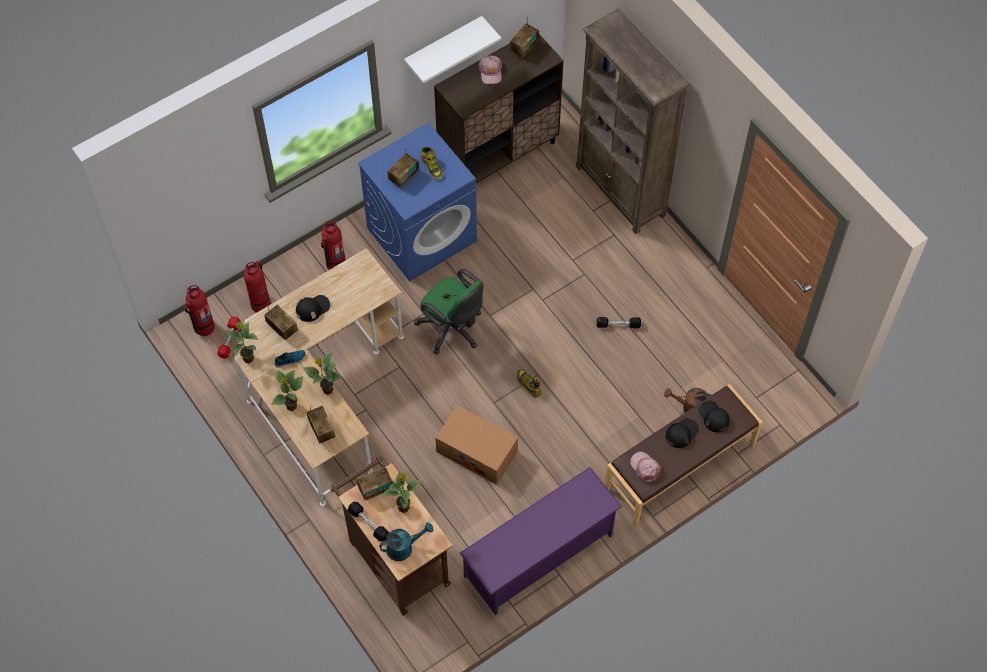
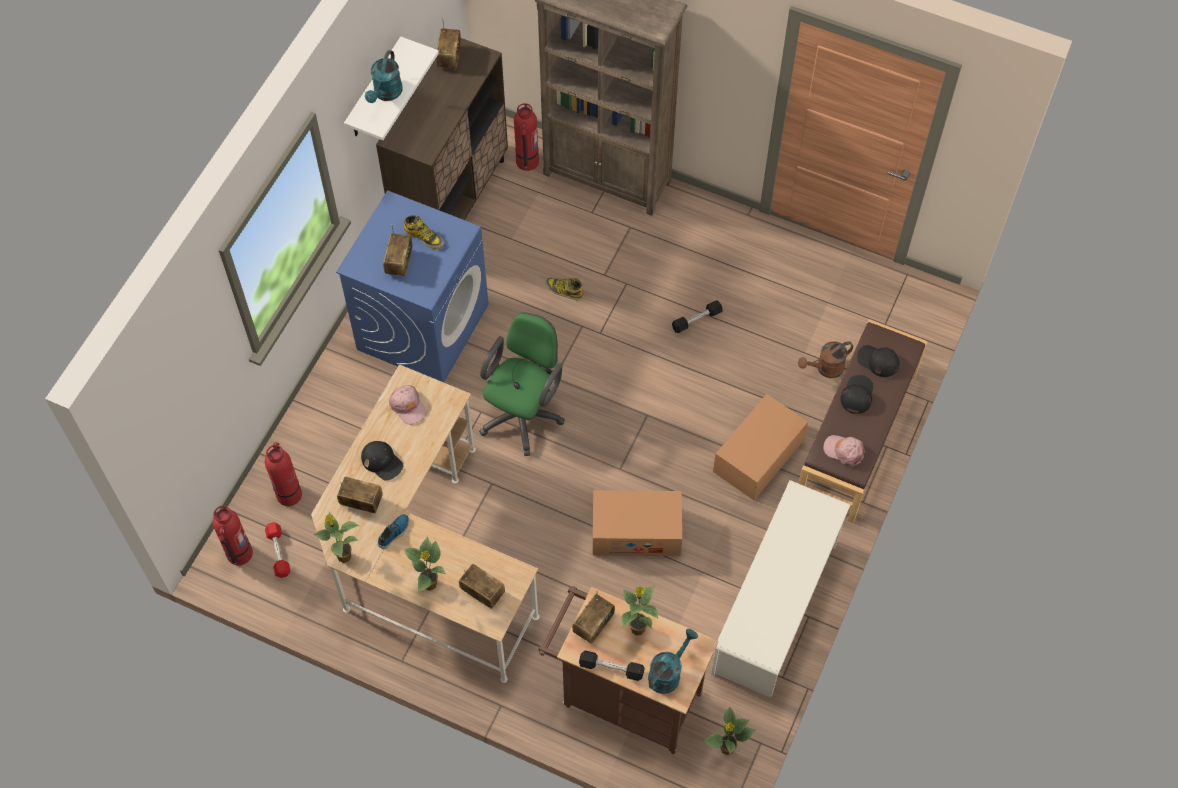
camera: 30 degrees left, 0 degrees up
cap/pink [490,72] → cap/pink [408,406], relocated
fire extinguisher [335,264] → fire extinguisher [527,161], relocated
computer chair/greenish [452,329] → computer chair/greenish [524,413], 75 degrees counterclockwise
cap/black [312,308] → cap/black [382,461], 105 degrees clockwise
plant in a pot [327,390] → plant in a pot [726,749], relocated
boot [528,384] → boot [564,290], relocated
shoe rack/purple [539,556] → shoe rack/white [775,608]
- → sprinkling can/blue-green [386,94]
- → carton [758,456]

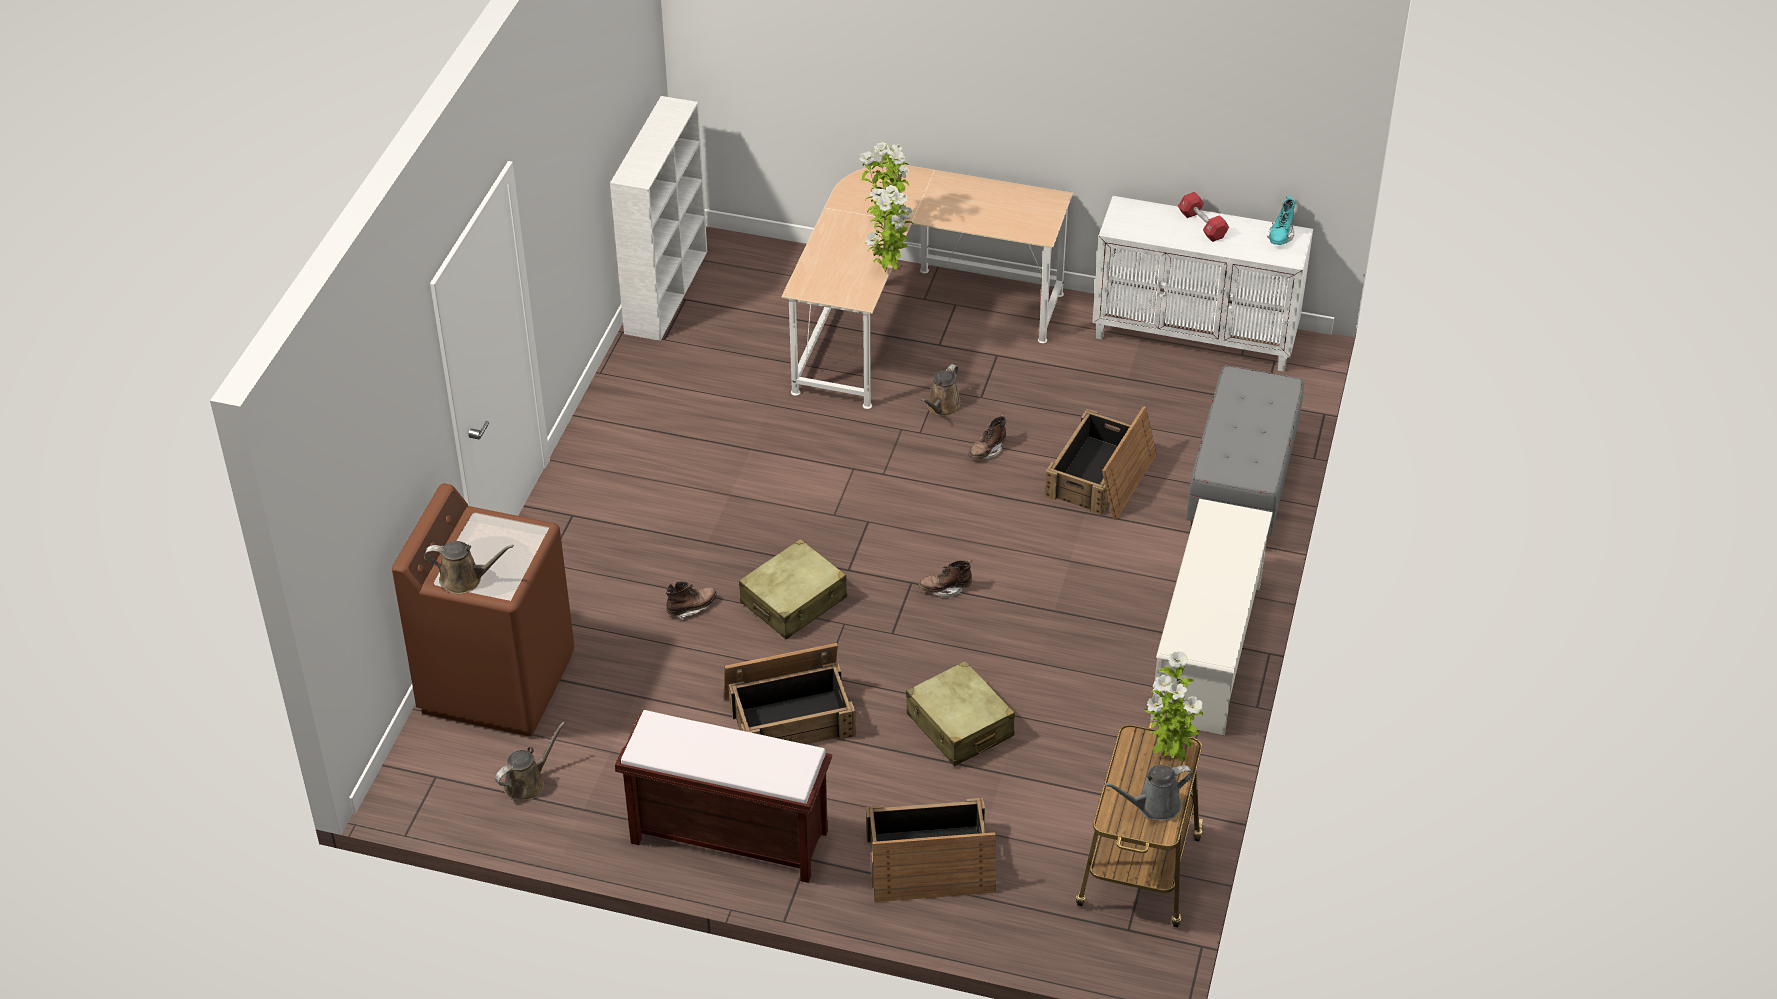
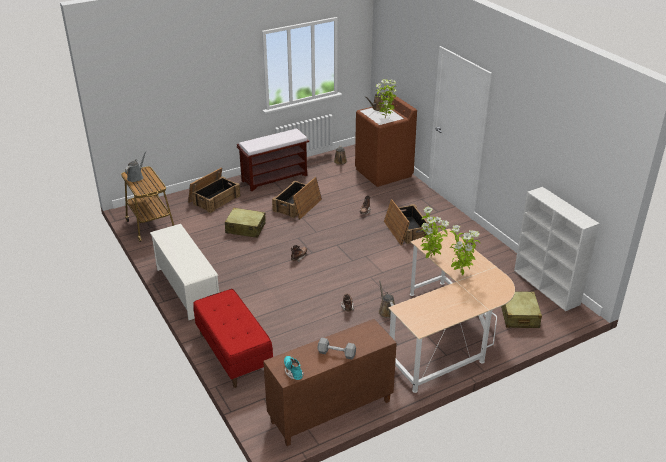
camera: 135 degrees right, 10 degrees down
free weight/reddish [1202,225] → free weight/greyish [336,353]
storage cabinet/white [1196,336] → storage cabinet/brownish [330,412]
indoor bench/greyish [1241,488] → indoor bench/reddish [233,353]
crate [1101,477] → crate [406,230], relocated
suitcase/beige [794,601] → suitcase/beige [519,316], relocated
plant in a pot [1169,755] → plant in a pot [385,118], relocated

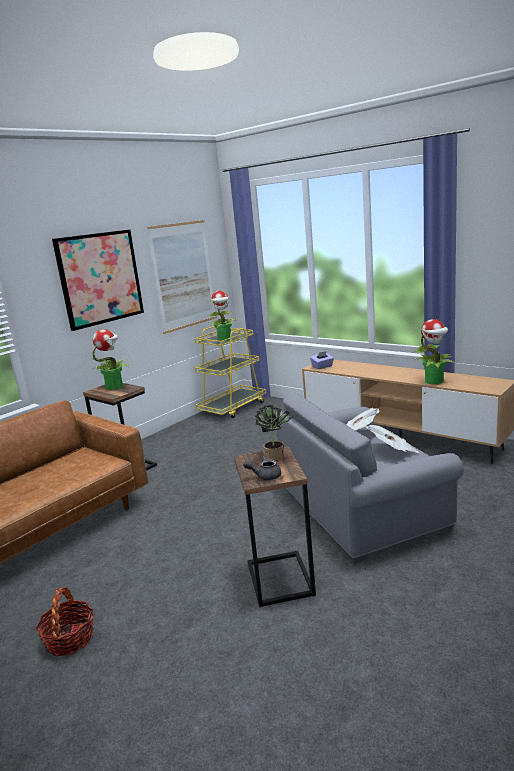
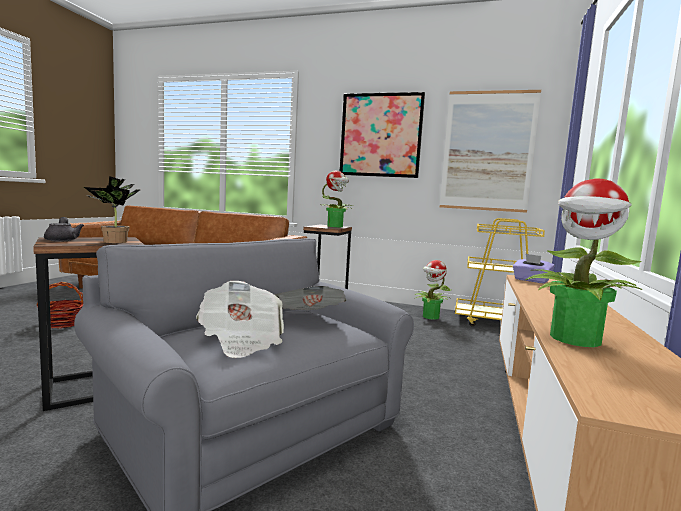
camera: 65 degrees right, 10 degrees down
plant in a pot [225,339] → plant in a pot [430,317], relocated

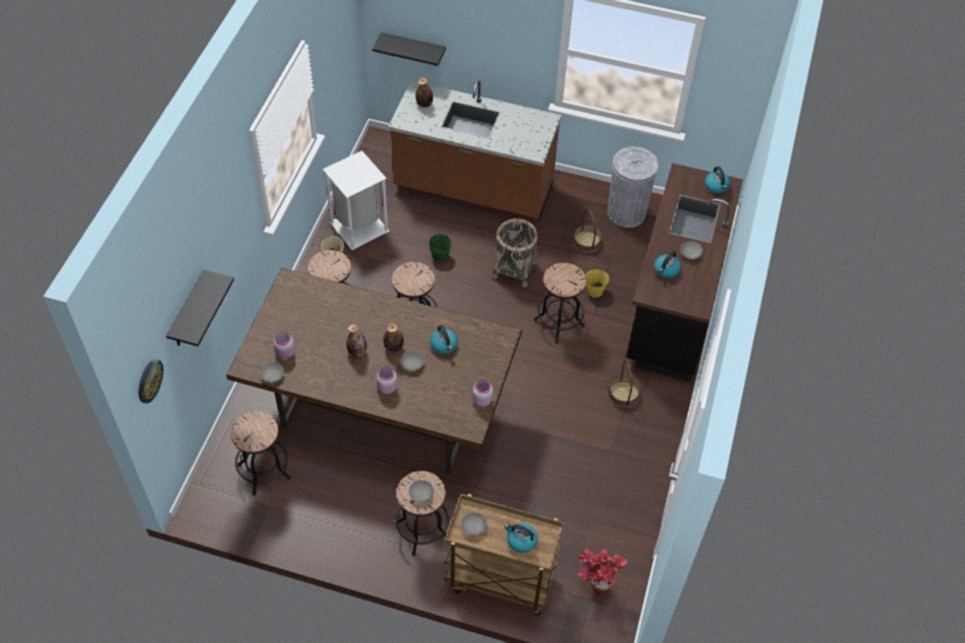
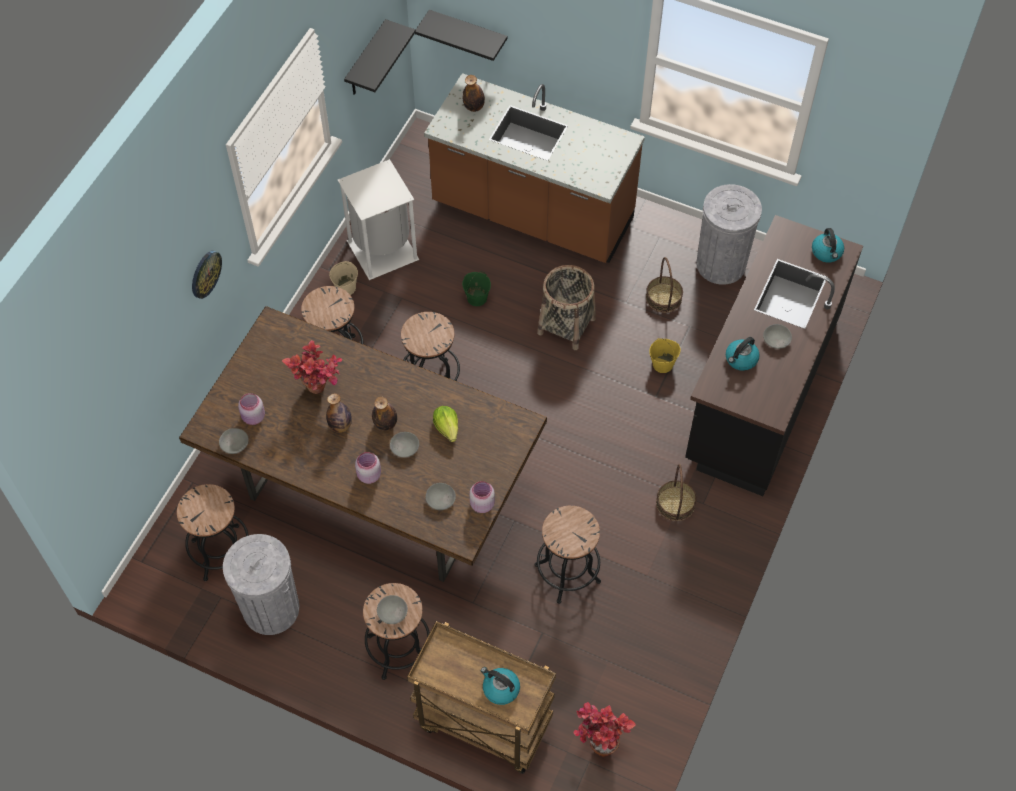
camera: 10 degrees right, 5 degrees up
sitting stool/black [559,323] → sitting stool/black [567,573], relocated
wall shelf/black [188,312] → wall shelf/black [366,61], relocated
kettle [444,345] → lettuce [447,428]
hanging clock [149,380] → hanging clock [205,274], relocated
deep dish/greyish [474,527] → deep dish/greyish [441,500], relocated
- → plant in a pot [320,392]
- → rubbish bin/greyish [271,608]

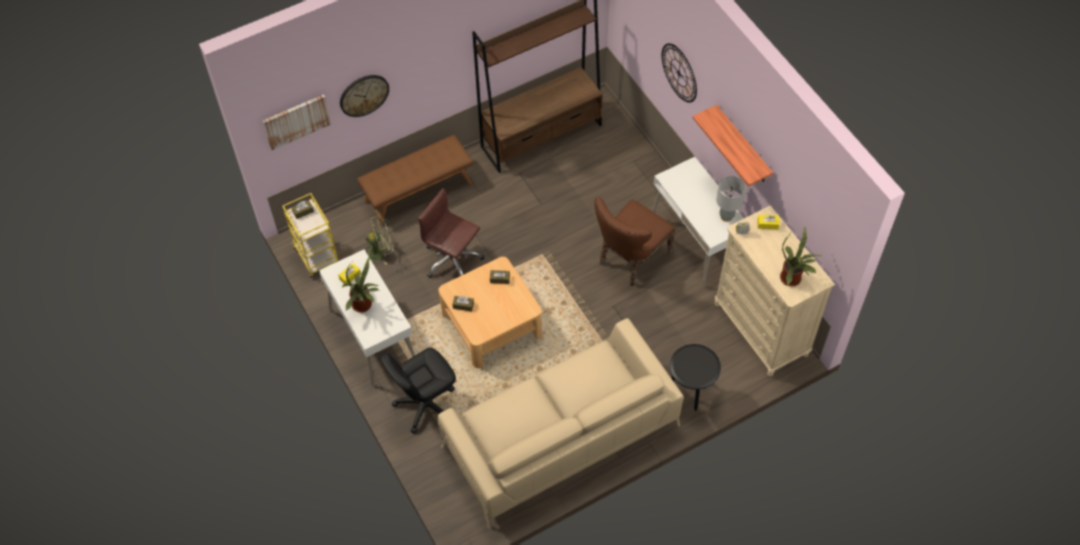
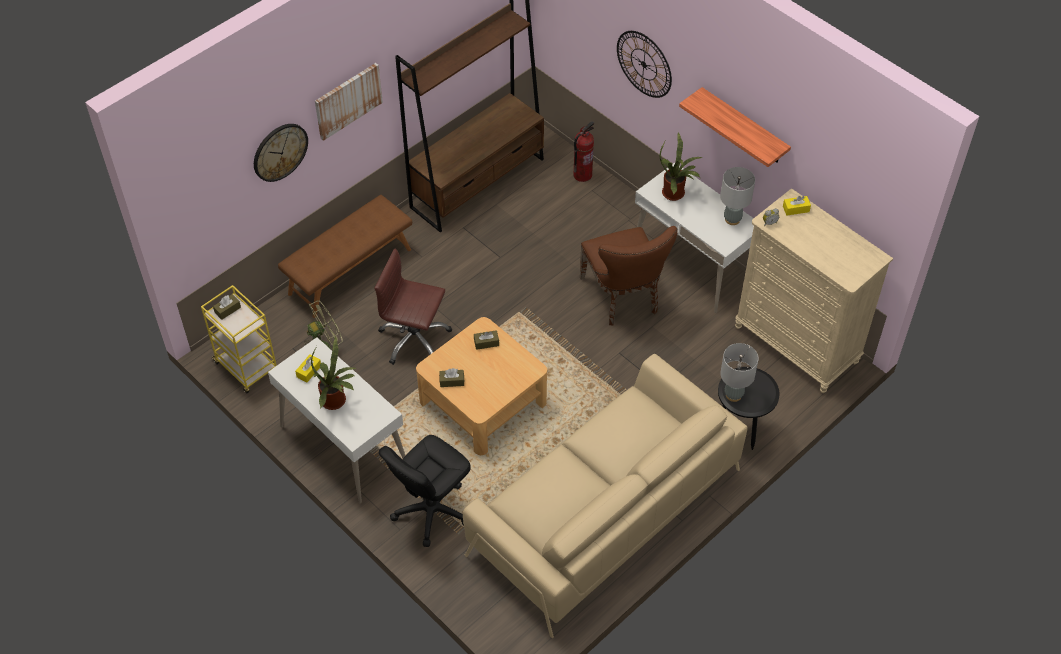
camera: 15 degrees left, 5 degrees down
wall art [296,121] → wall art [348,100], relocated
upright chair/brownish [630,259] → upright chair/brownish [623,298], 45 degrees counterclockwise
plant in a pot [792,279] → plant in a pot [675,193], relocated
- → fire extinguisher [582,175]
- → table lamp/greyish [733,395]

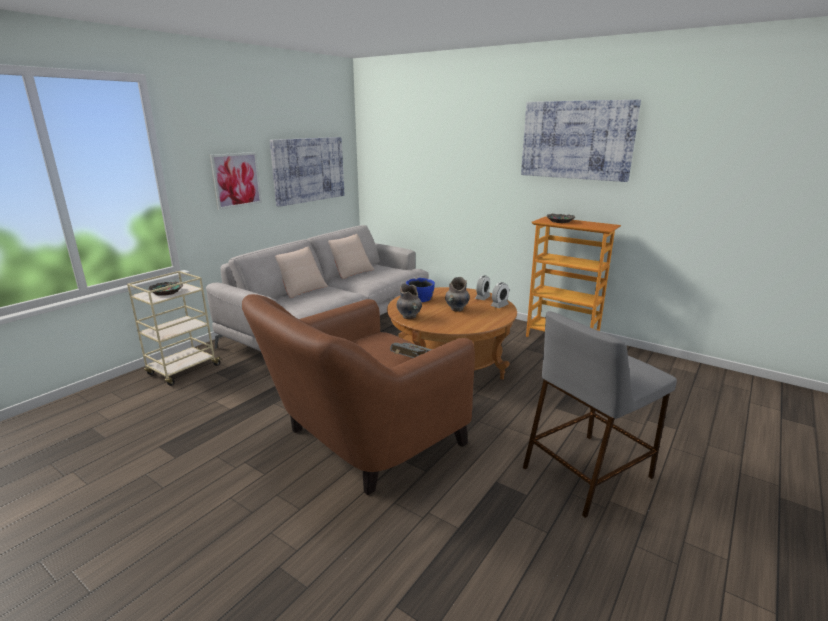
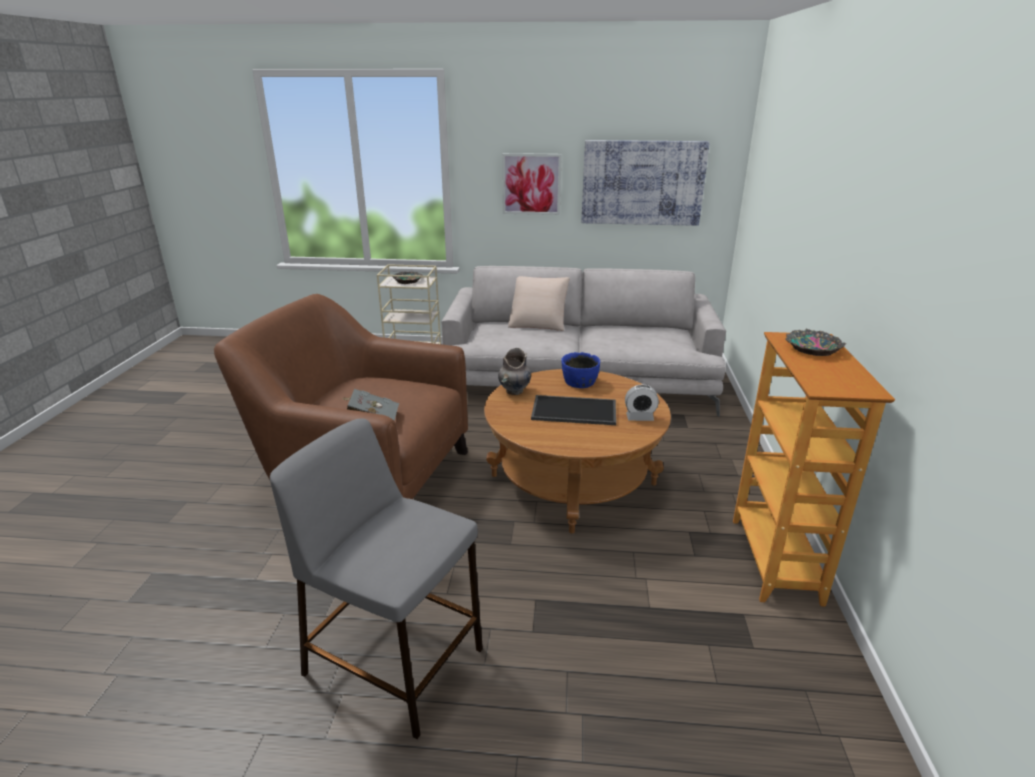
camera: 60 degrees right, 5 degrees up
wall art [577,140] → -
throw pillow/beige [350,272] → -
decorative vase/greyish [456,309] → carrying tray [573,411]
bedside clock [499,305] → -

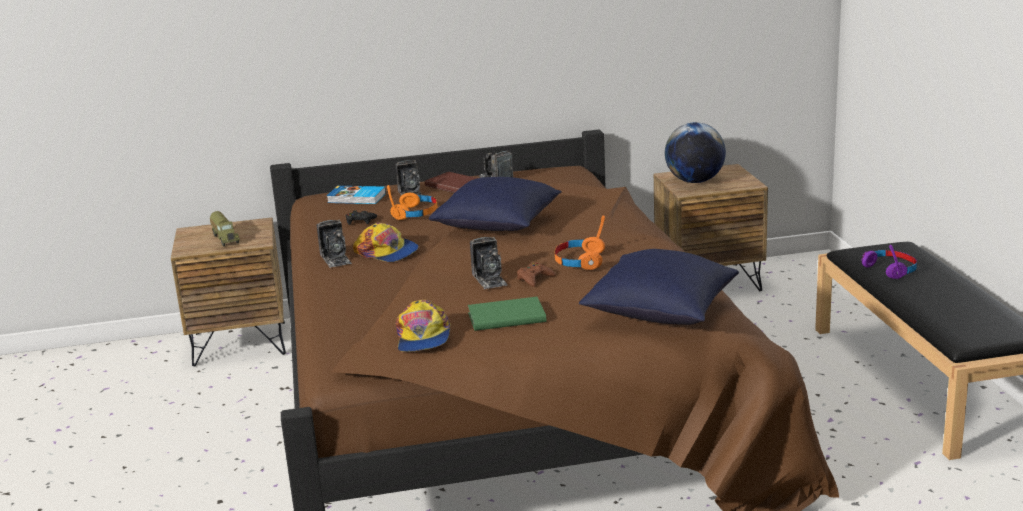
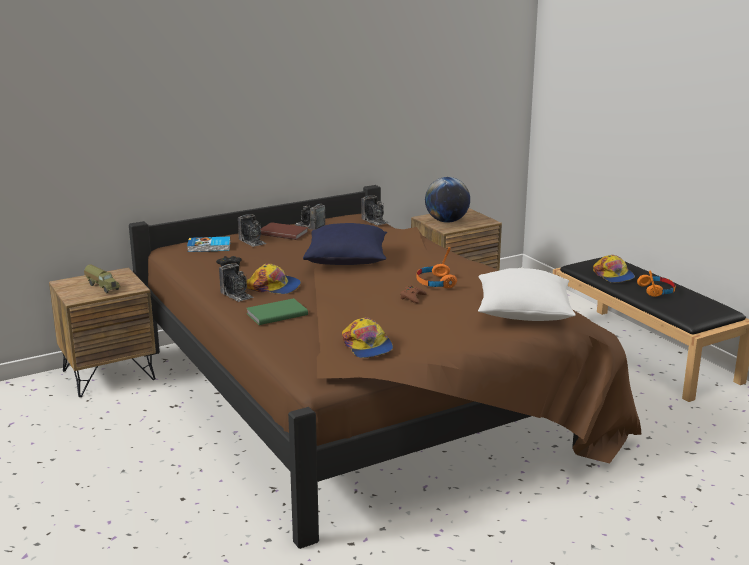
camera: 20 degrees left, 0 degrees up
headset/orange [415,213] → headset/orange [656,290], relocated
still camera [489,279] → still camera [375,221], relocated
headset/purple [890,269] → cap [613,276]
throw pillow/bluish [660,312] → throw pillow/white [523,314]
bound book/greenish [505,316] → bound book/greenish [275,314], relocated

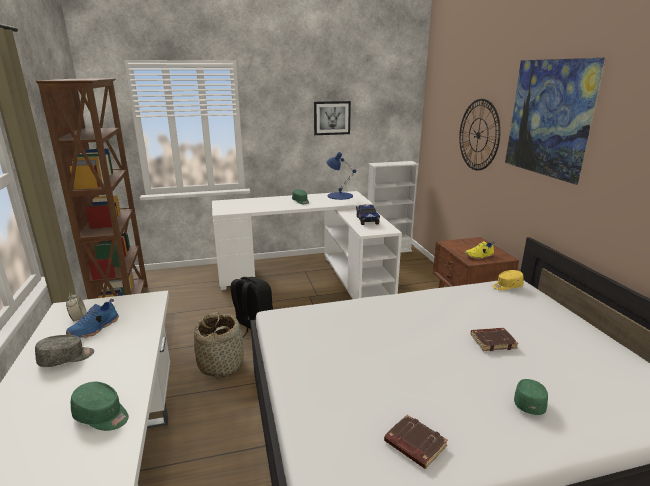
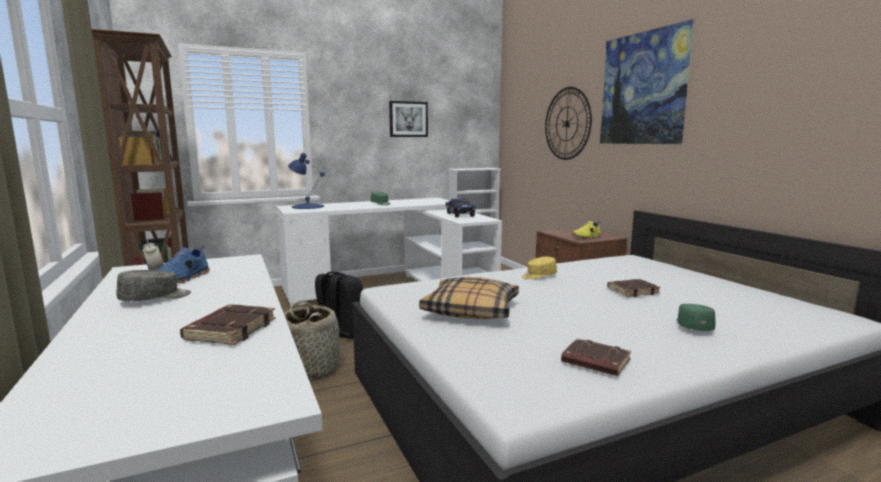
camera: 10 degrees left, 10 degrees down
table lamp/bluish [340,196] → table lamp/bluish [307,206], relocated
cap/yellow-coloured [507,286] → cap/yellow-coloured [538,276], relocated
cap/greenish [102,416] → bound book/brownish [230,330]
- → throw pillow [470,310]

